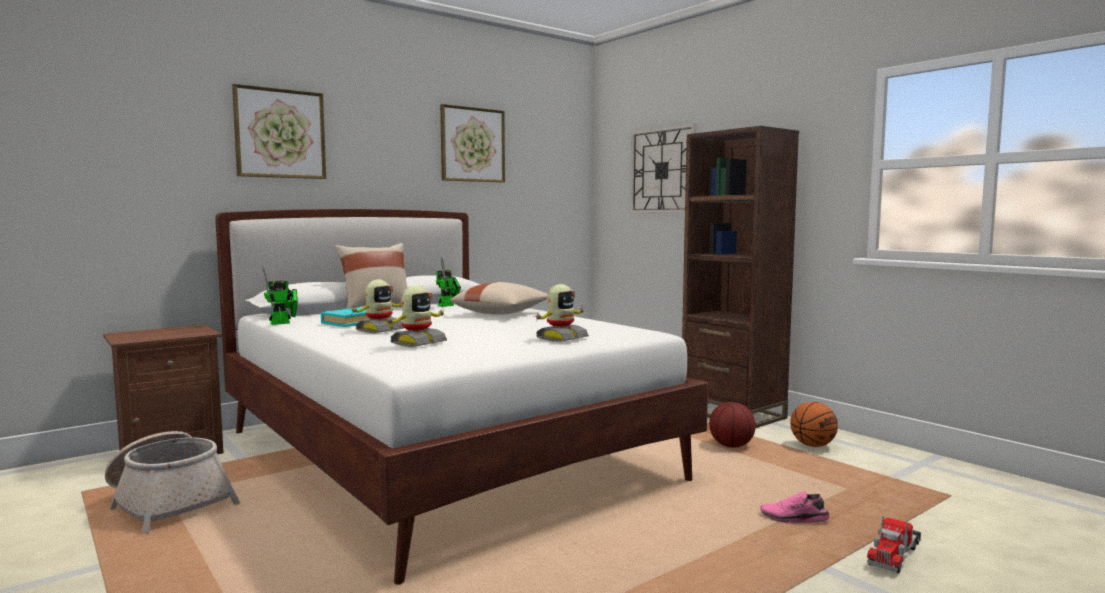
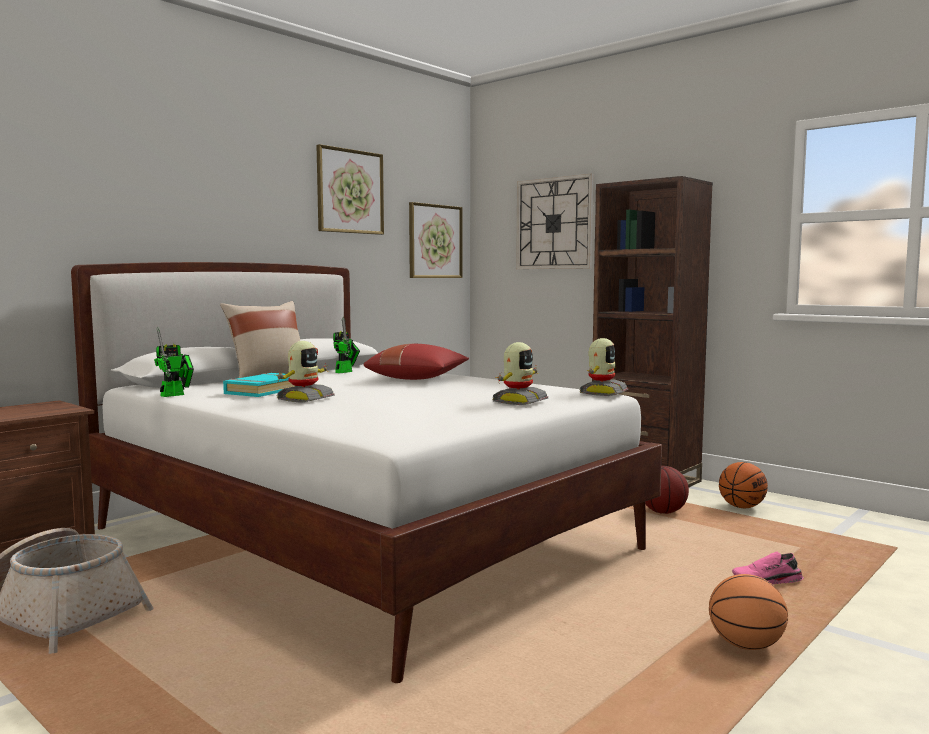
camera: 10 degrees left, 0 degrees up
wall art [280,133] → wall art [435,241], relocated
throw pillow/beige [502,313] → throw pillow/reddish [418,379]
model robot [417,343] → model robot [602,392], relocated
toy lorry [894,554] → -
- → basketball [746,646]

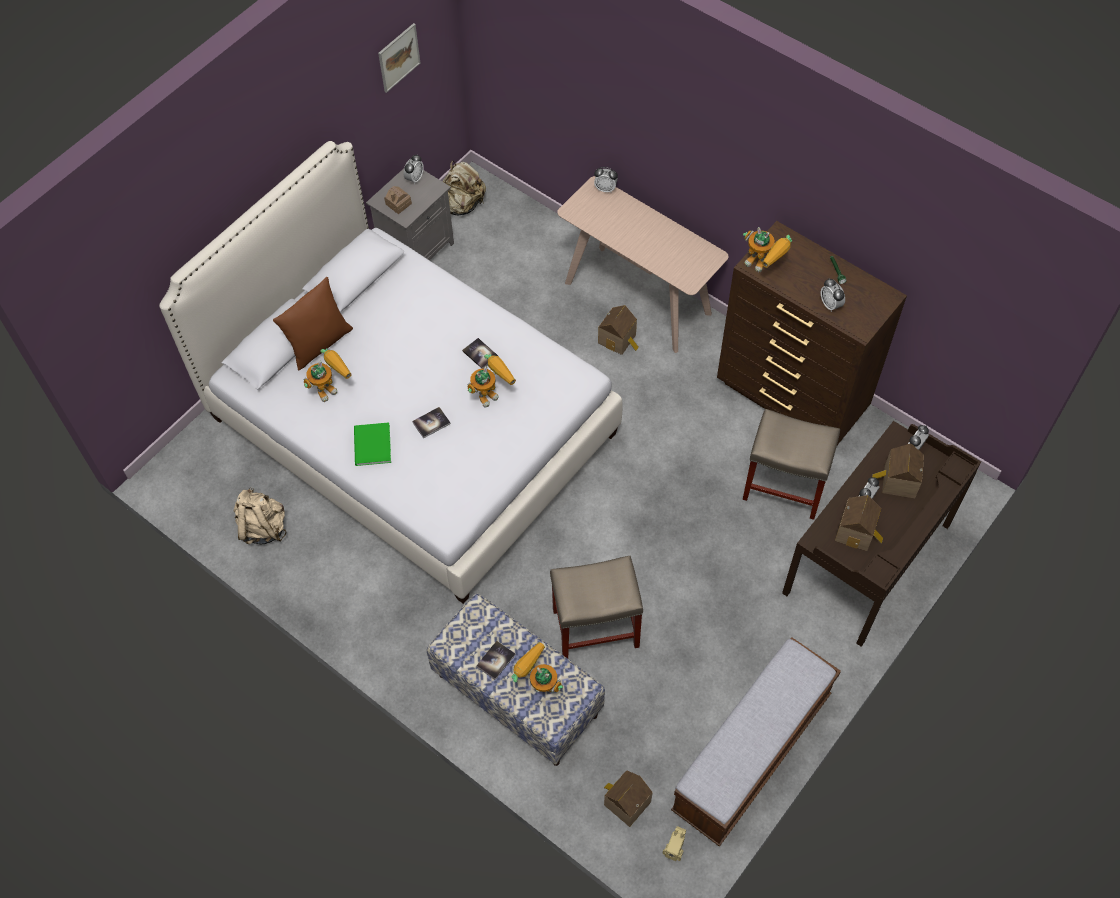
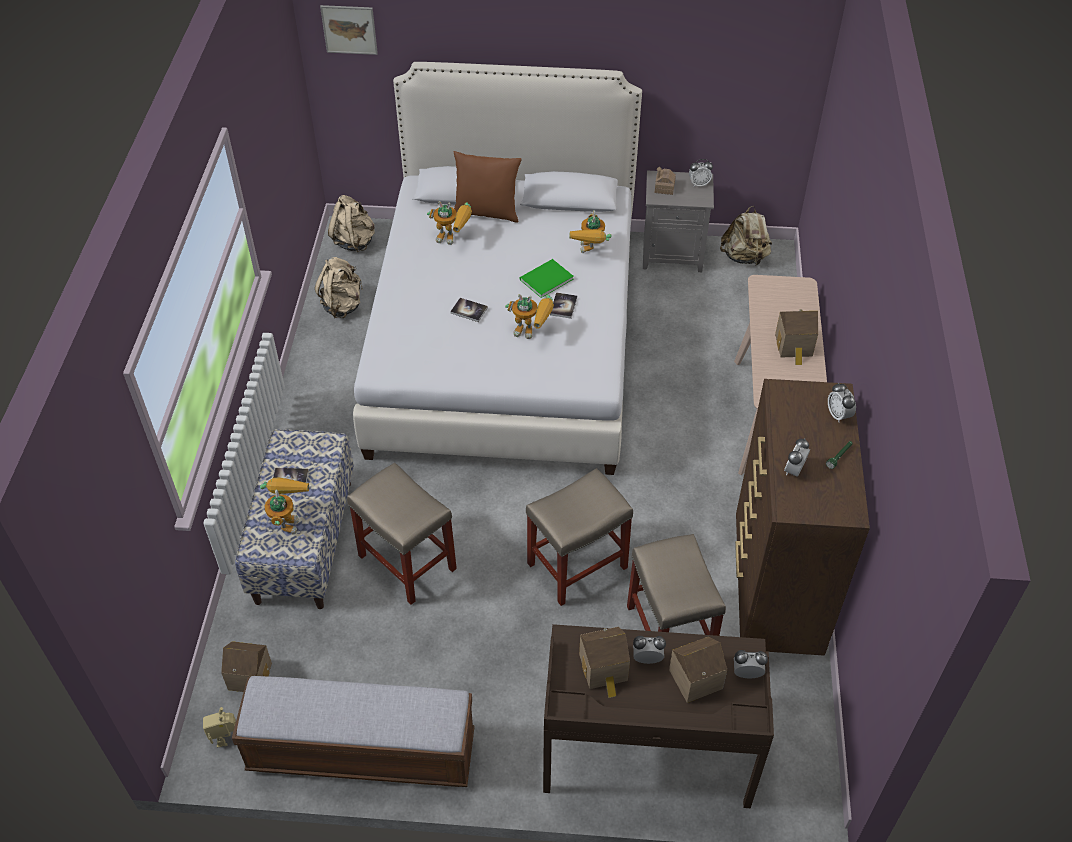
camera: 55 degrees right, 10 degrees down
wall art [398,57] → wall art [349,29], relocated
bedside clock [605,188] → bedside clock [838,415], relocated
model robot [764,266] → model robot [590,252], relocated
miniature house [618,339] → miniature house [794,347], relocated
bound book/greenish [371,446] → bound book/greenish [544,279], relocated
- → backpack/beige [354,241]
- → sitting stool/beige [576,566]

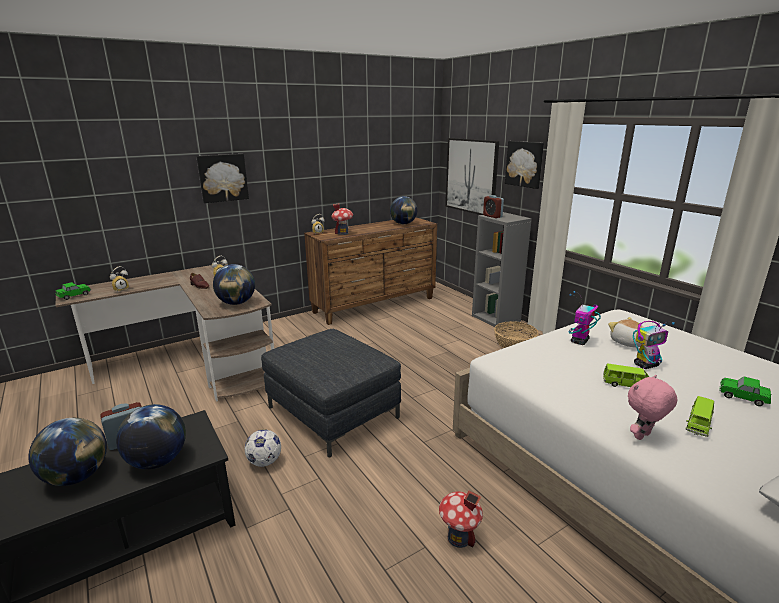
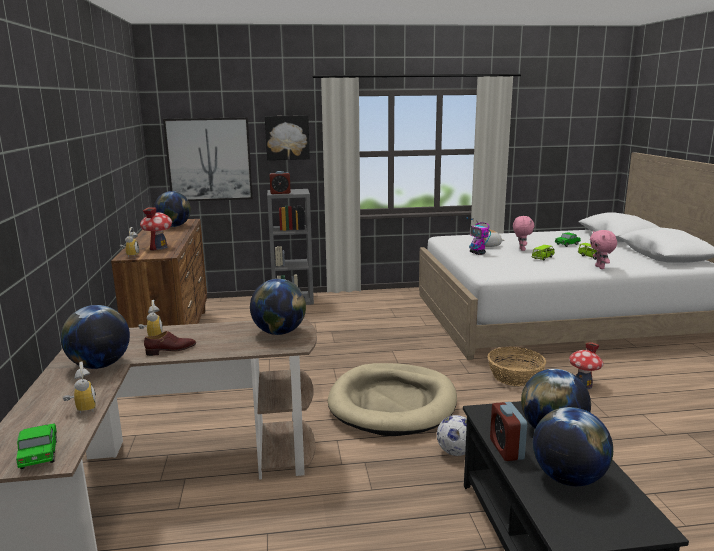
camera: 65 degrees left, 5 degrees down
wall art [222,178] → -
basket [514,344] → basket [515,377], relocated
model robot [646,365] → plush toy/pink [521,249]
footrest/greyish [333,412] → dog cushion/beige [393,403]
- → world globe [100,365]

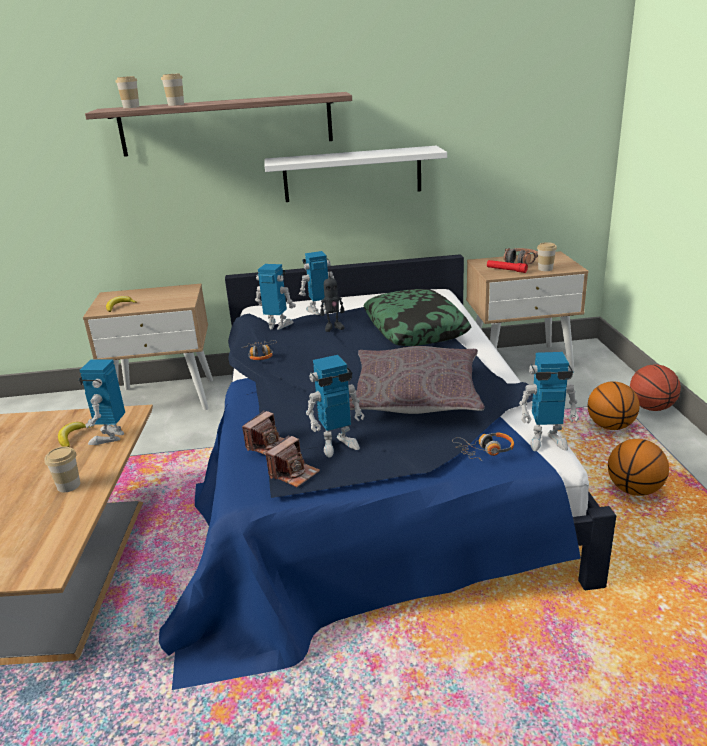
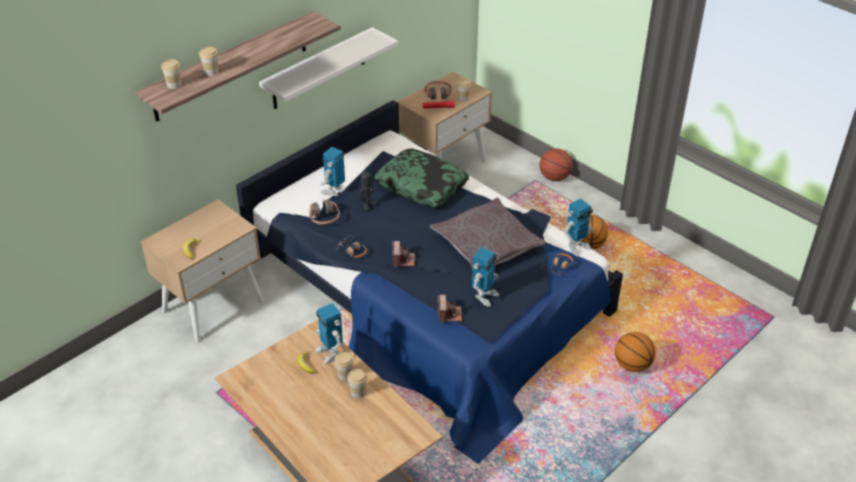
camera: 40 degrees left, 15 degrees up
model robot [278,325] → headset [324,218]
basketball [610,426] → basketball [632,365], relocated
still camera [294,473] → still camera [403,260], relocated
- → cup [345,375]

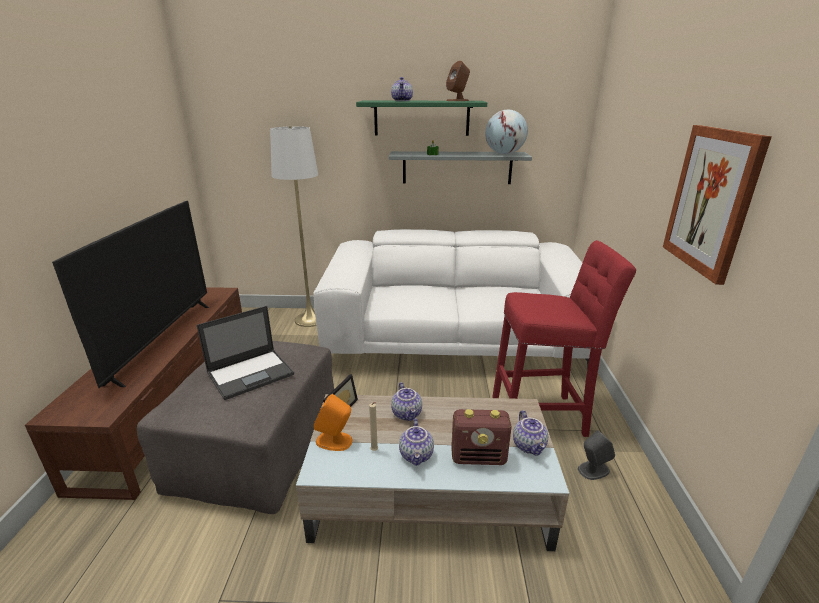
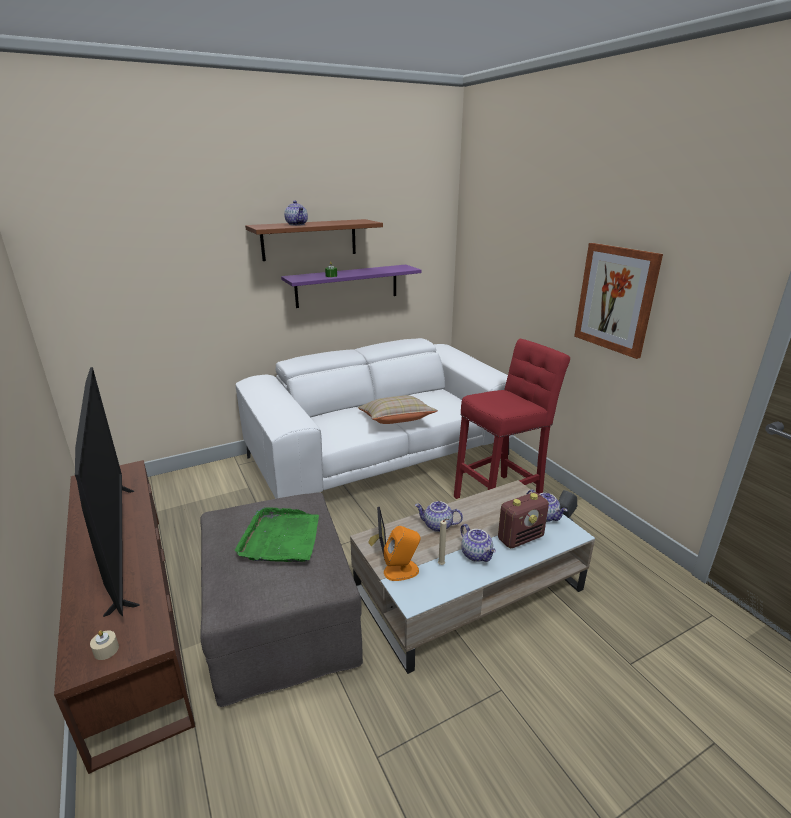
camera: 30 degrees left, 0 degrees up
loudspeaker/brownish [457,100] → -
wall shelf/greenish [421,118] → wall shelf/brownish [309,239]
world globe [504,154] → -
standard lamp/white [310,319] → -
wall shelf/greyish [457,167] → wall shelf/purple [347,285]
notebook computer [251,373] → carrying tray/greenish [281,538]
pot for tea [407,414] → pot for tea [437,526], 150 degrees clockwise
- → throw pillow/beige [396,421]
- → candle/beige [106,650]

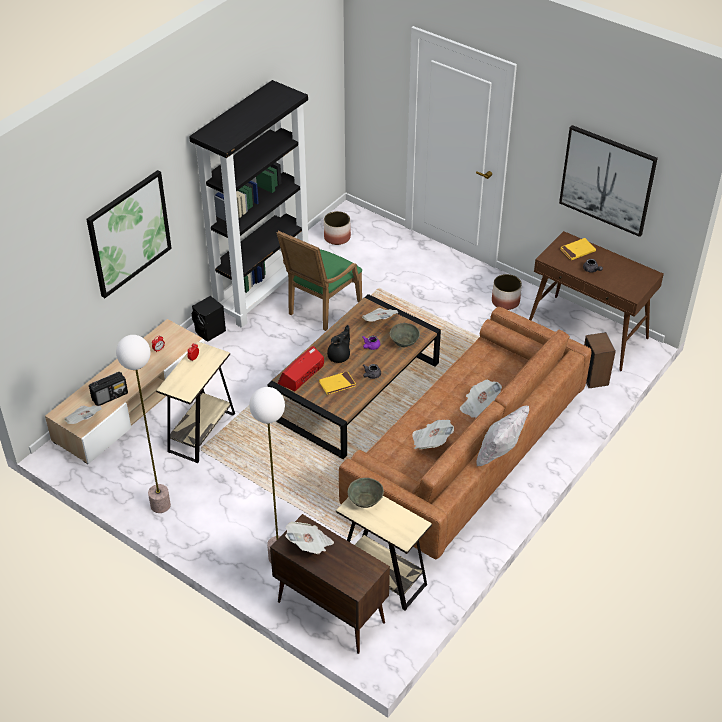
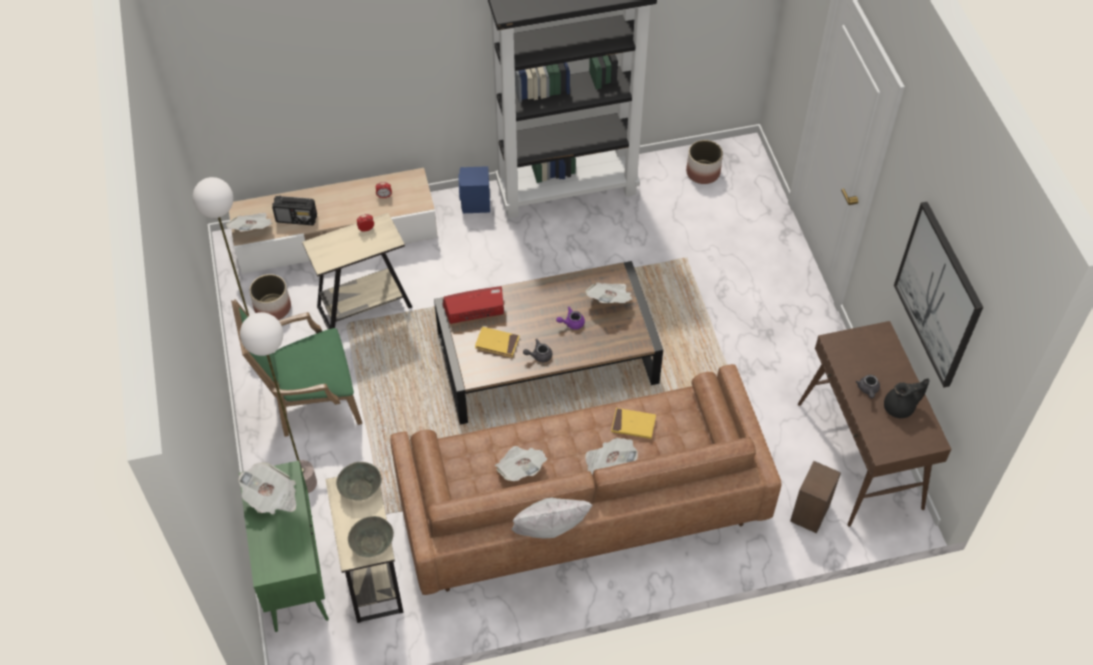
camera: 40 degrees right, 10 degrees up
wall art [129,233] → -
lounge chair/greenish [320,309] → lounge chair/greenish [310,403], relocated
bound book/yellow-coloured [577,250] → bound book/yellow-coloured [633,424], relocated
flower pot [505,301] → flower pot [272,307], relocated
loudspeaker/black [210,332] → loudspeaker/bluish [475,204]
deep dish/greyish [404,342] → deep dish/greyish [372,544], relocated
pot for tea/black [339,356] → pot for tea/black [900,407], relocated
storage cabinet/brownish [330,611] → storage cabinet/greenish [293,571]

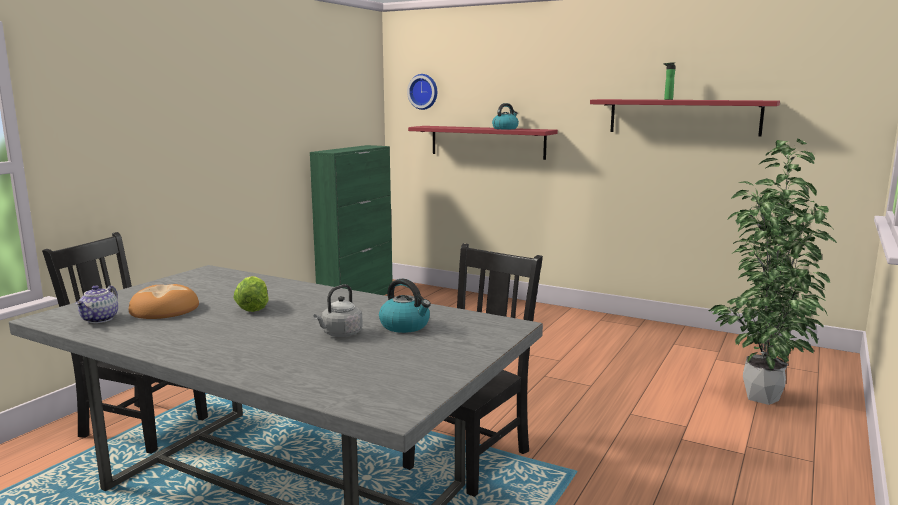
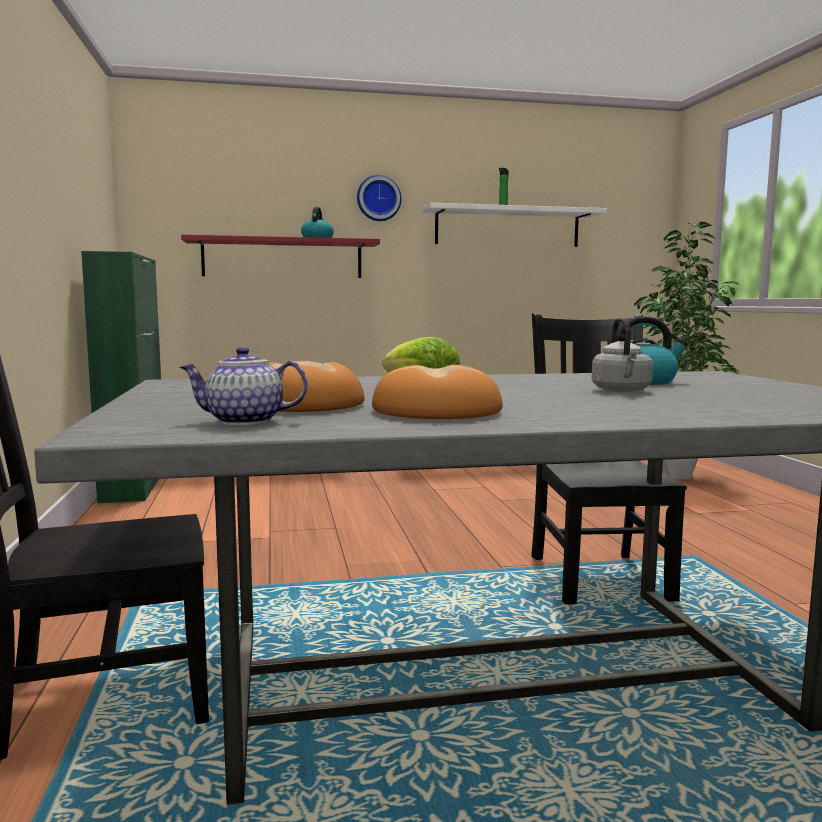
camera: 40 degrees left, 5 degrees down
hanging clock [423,91] → hanging clock [378,198], relocated
wall shelf/reddish [683,117] → wall shelf/white [507,227]
pot for tea [100,319] → pot for tea [244,422], 120 degrees clockwise
- → bakery bread [438,411]

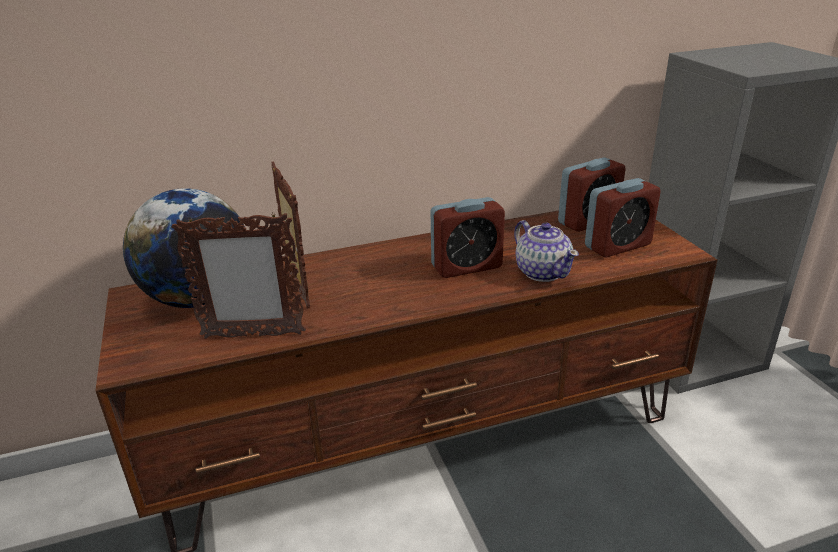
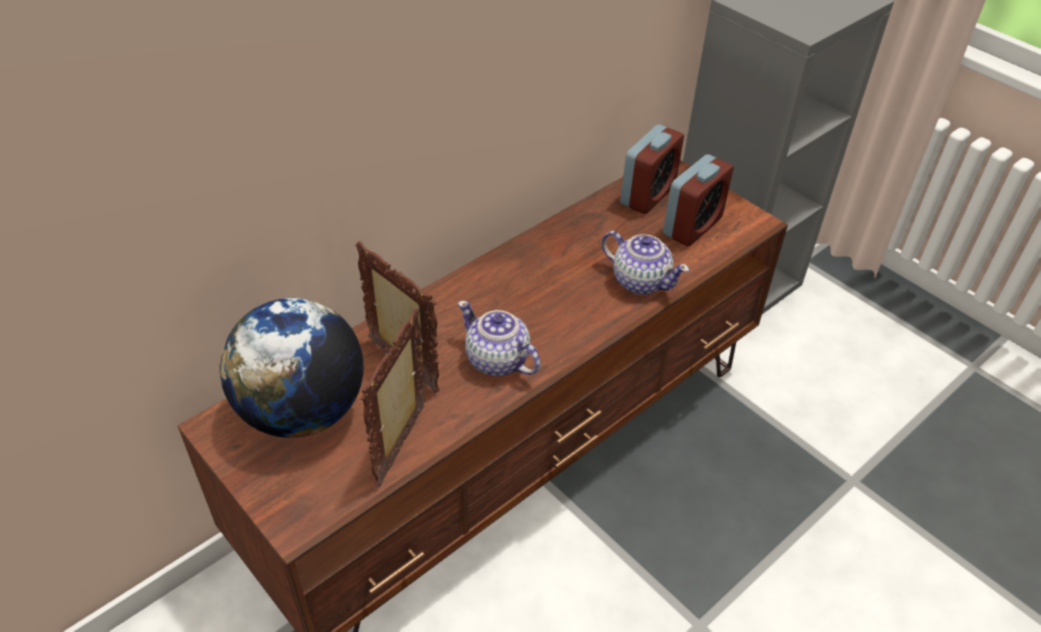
camera: 25 degrees left, 15 degrees up
bedside clock [466,266] → -
picture frame [252,335] → picture frame [402,445], 135 degrees clockwise
- → pot for tea [497,361]

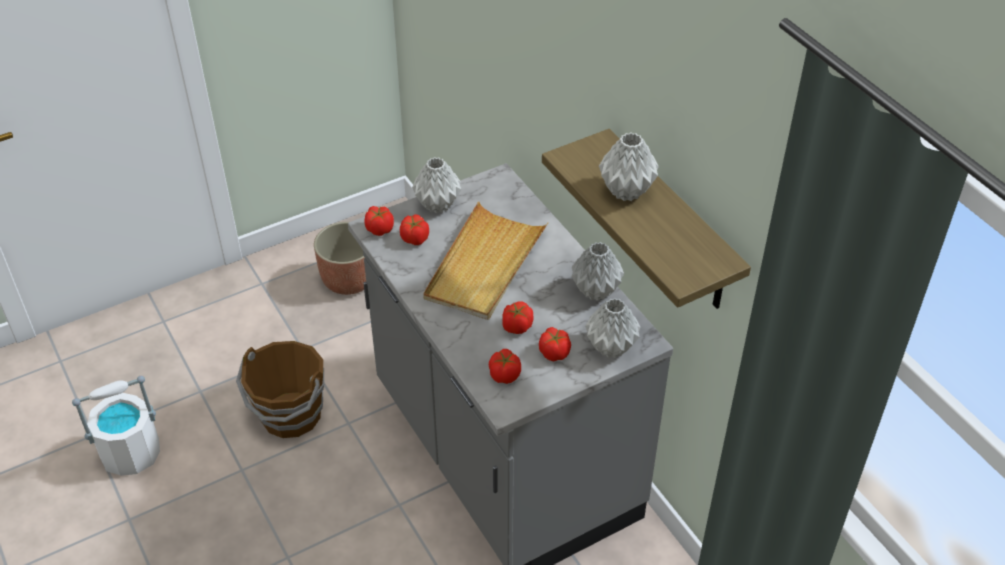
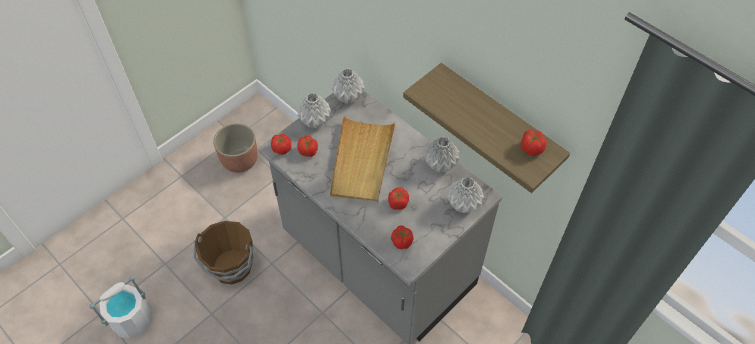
camera: 15 degrees left, 10 degrees up
decorative vase/greyish [626,190] → decorative vase/greyish [348,97], relocated
tomato [554,352] → tomato [531,148], relocated

